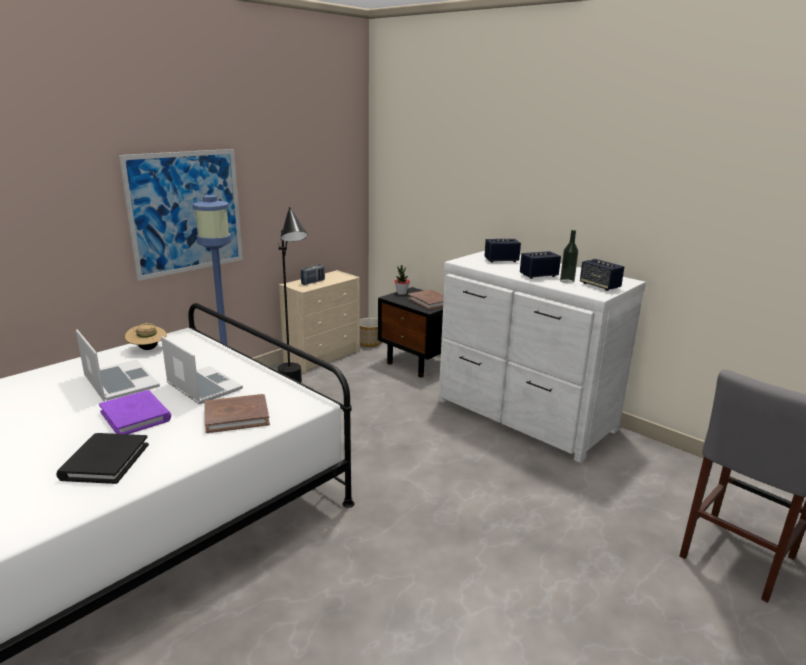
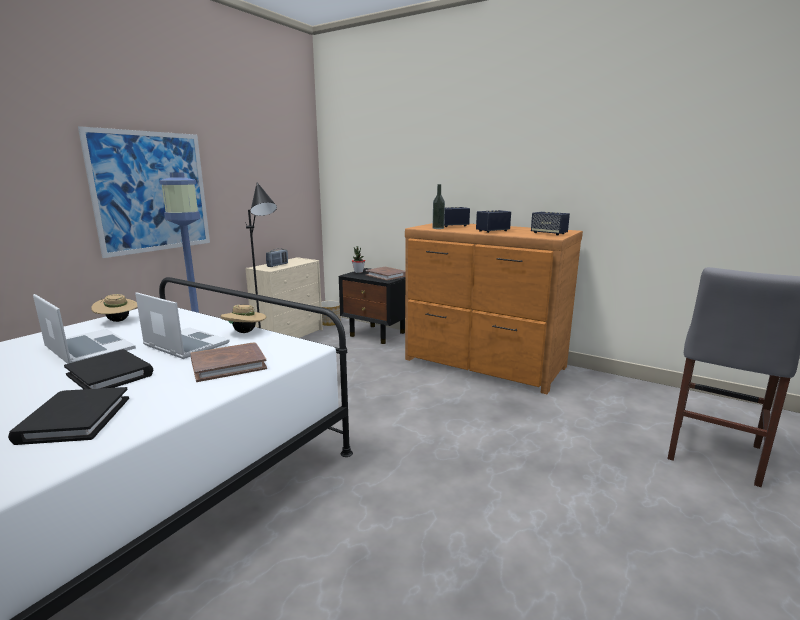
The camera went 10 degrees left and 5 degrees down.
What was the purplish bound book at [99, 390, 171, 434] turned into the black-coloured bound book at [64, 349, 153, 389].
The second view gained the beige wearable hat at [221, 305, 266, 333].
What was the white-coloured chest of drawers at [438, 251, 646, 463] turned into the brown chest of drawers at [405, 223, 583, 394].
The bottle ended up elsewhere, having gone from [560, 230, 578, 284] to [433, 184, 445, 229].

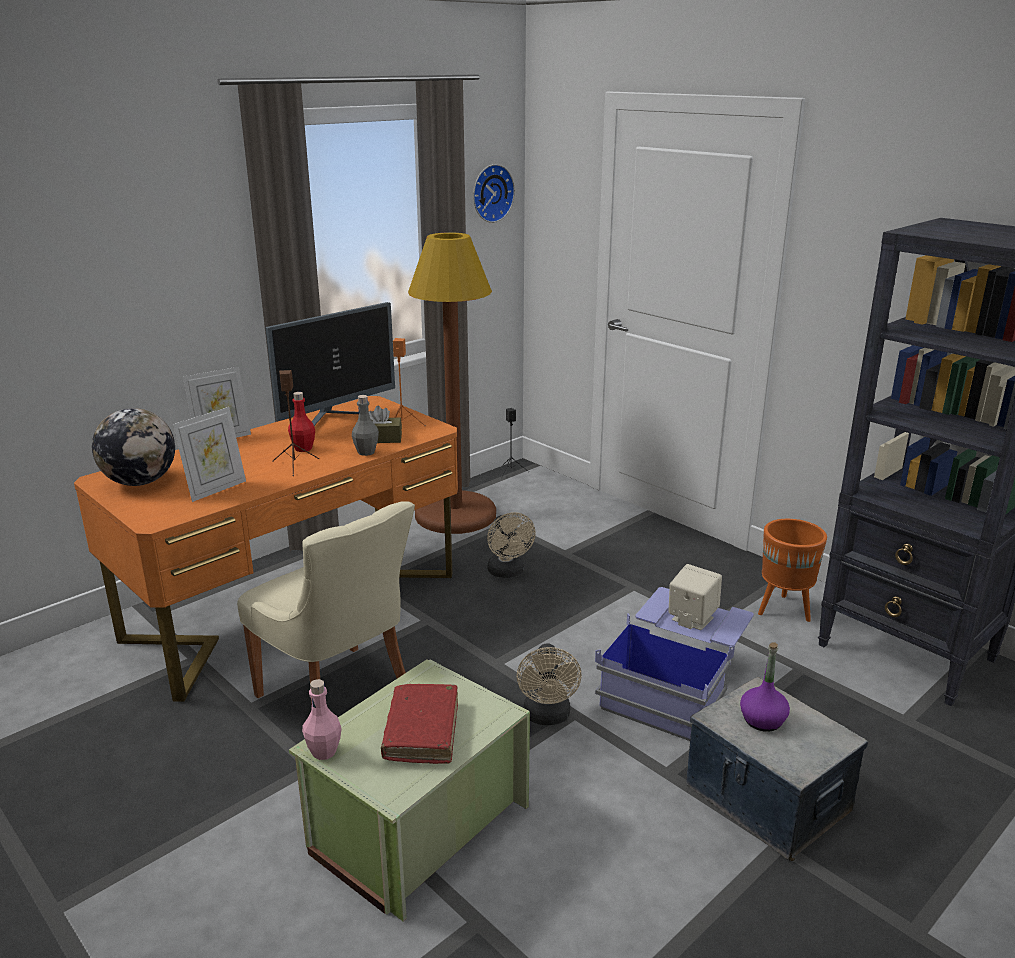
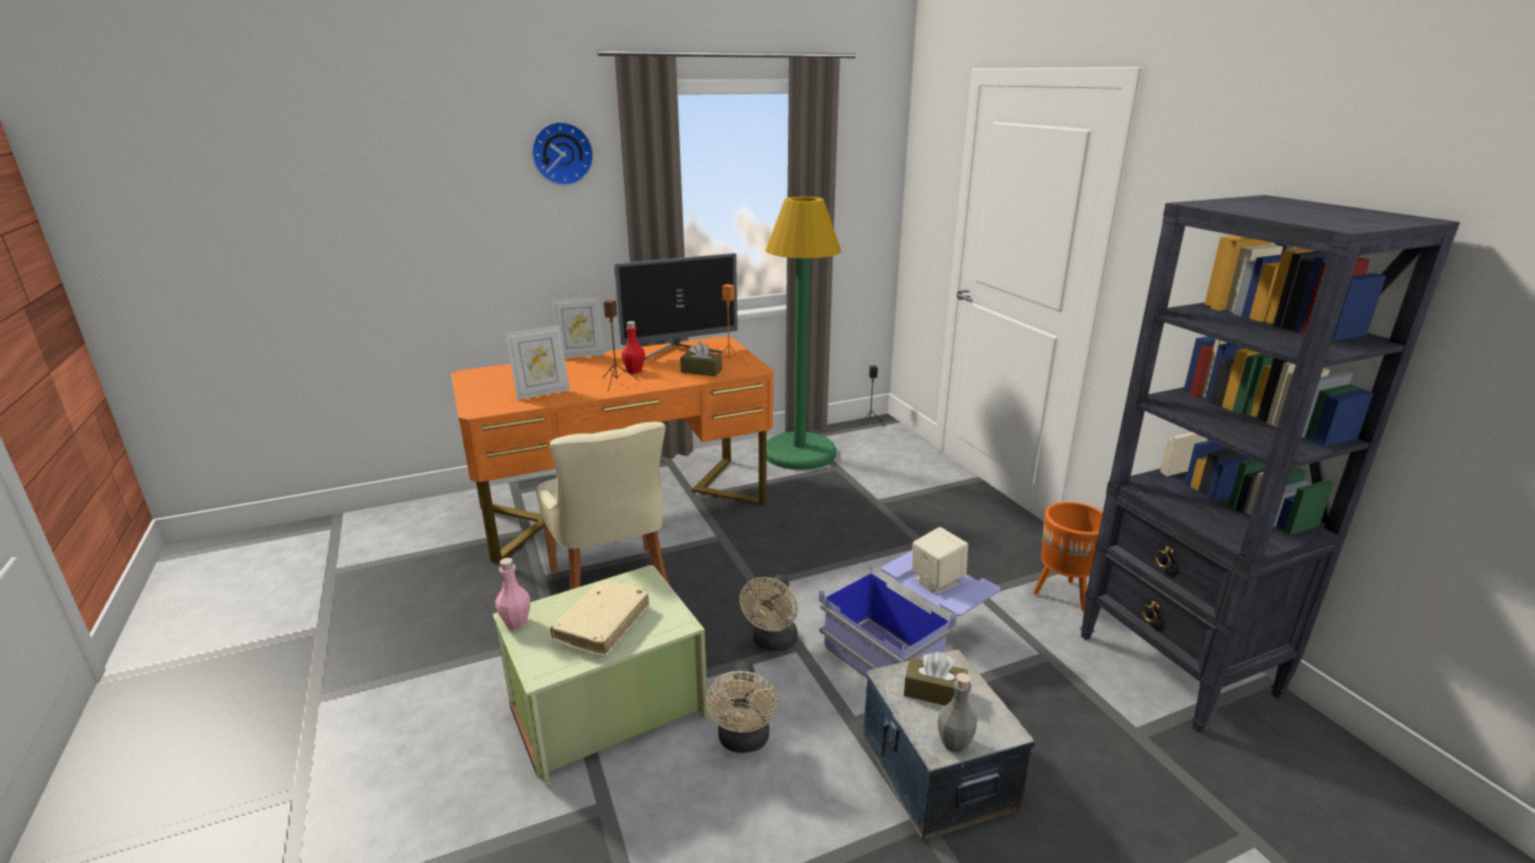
The camera went 20 degrees right and 0 degrees up.
The hanging clock ended up elsewhere, having gone from [473, 164, 515, 223] to [532, 121, 594, 186].
What was the reddish bound book at [381, 684, 458, 764] turned into the beige bound book at [550, 581, 649, 657].
The beige fan ended up elsewhere, having gone from [487, 512, 536, 578] to [705, 661, 778, 753].
What was the brown standing lamp at [408, 232, 496, 534] turned into the green standing lamp at [765, 197, 841, 470].
Where the purplish bottle stood at [740, 642, 790, 732], the brown box of tissues came to stand at [904, 652, 968, 705].
The greyish bottle ended up elsewhere, having gone from [352, 395, 379, 456] to [938, 673, 977, 752].
The second view lost the globe at [92, 408, 175, 486].

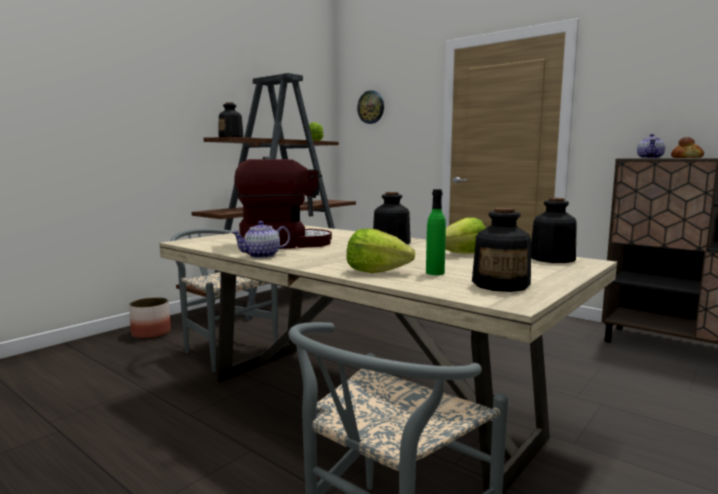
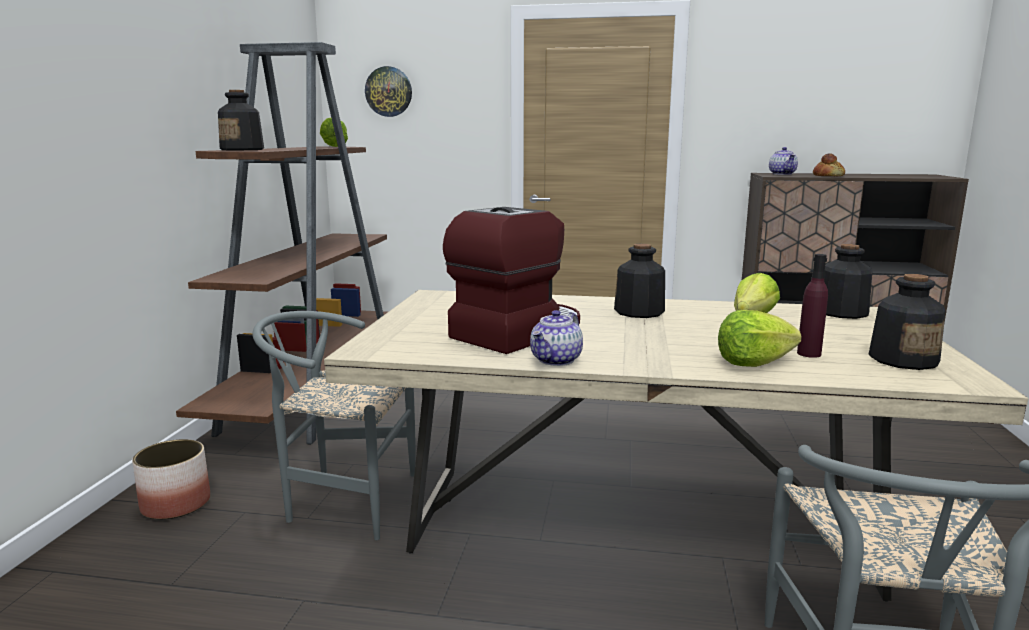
The camera went 30 degrees left and 5 degrees up.
What was the green bottle at [426, 189, 446, 275] turned into the purplish bottle at [797, 254, 828, 358].

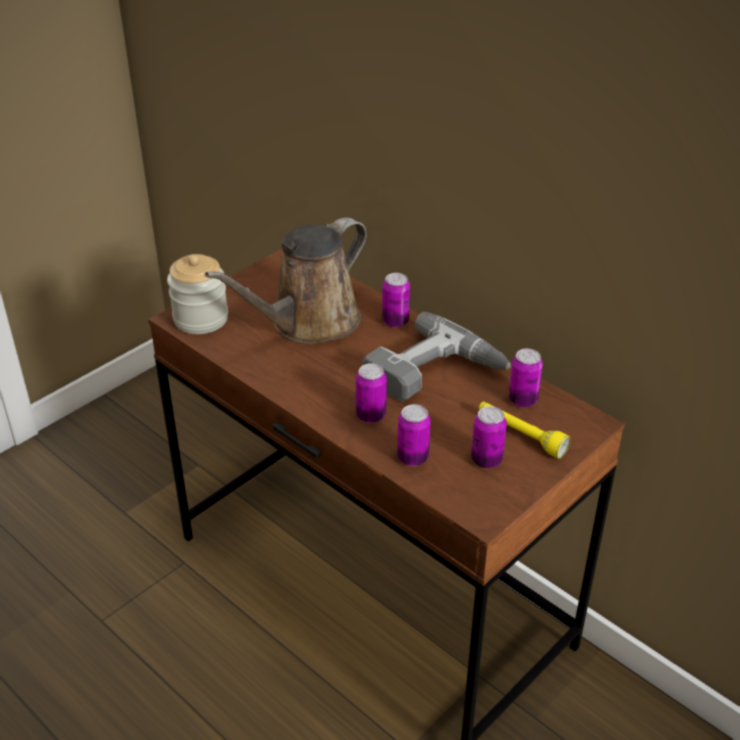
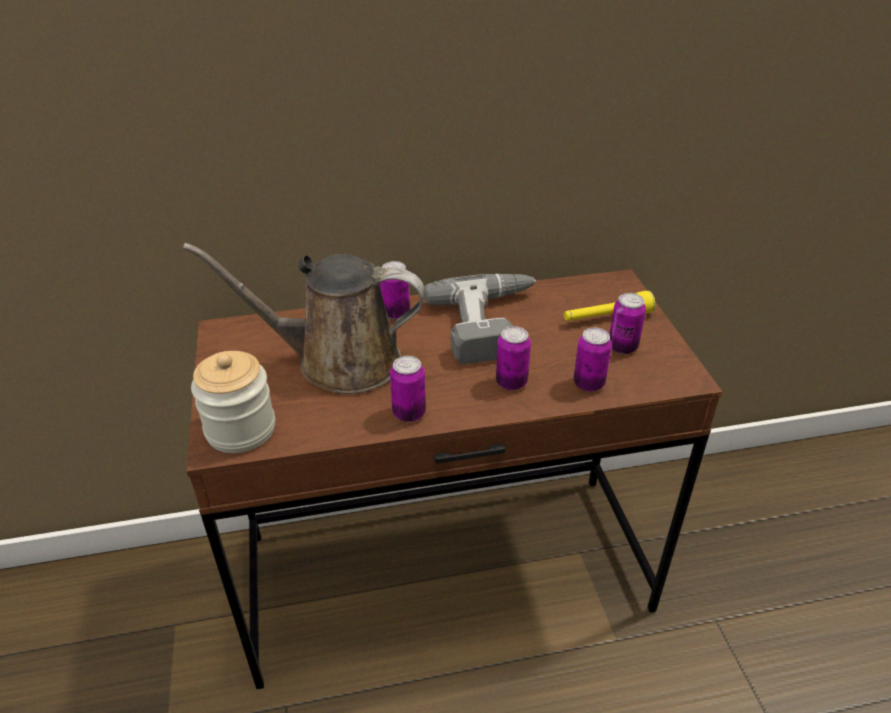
The camera went 55 degrees left and 0 degrees up.
The brown watering can at [205, 218, 367, 344] ended up facing another way, 105 degrees clockwise from before.
The metal can ended up elsewhere, having gone from [509, 349, 543, 408] to [390, 356, 426, 422].

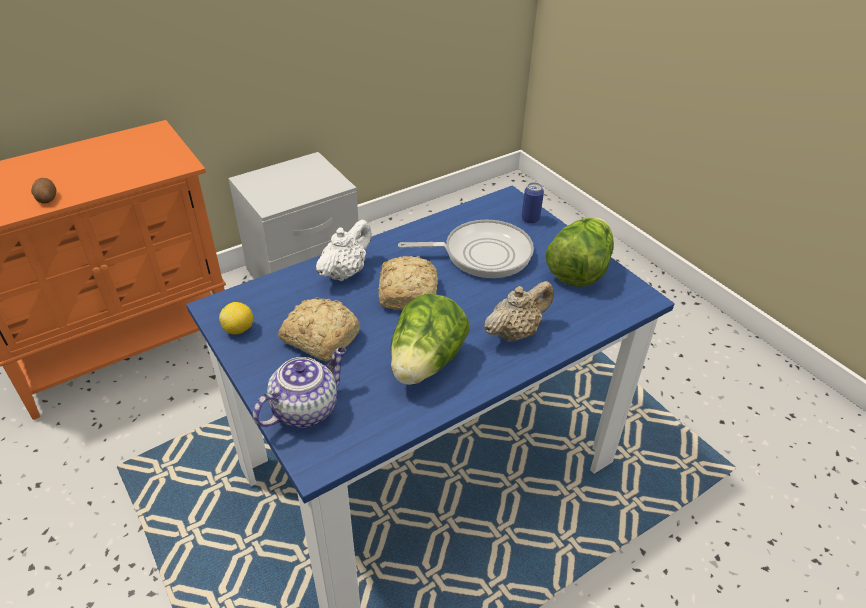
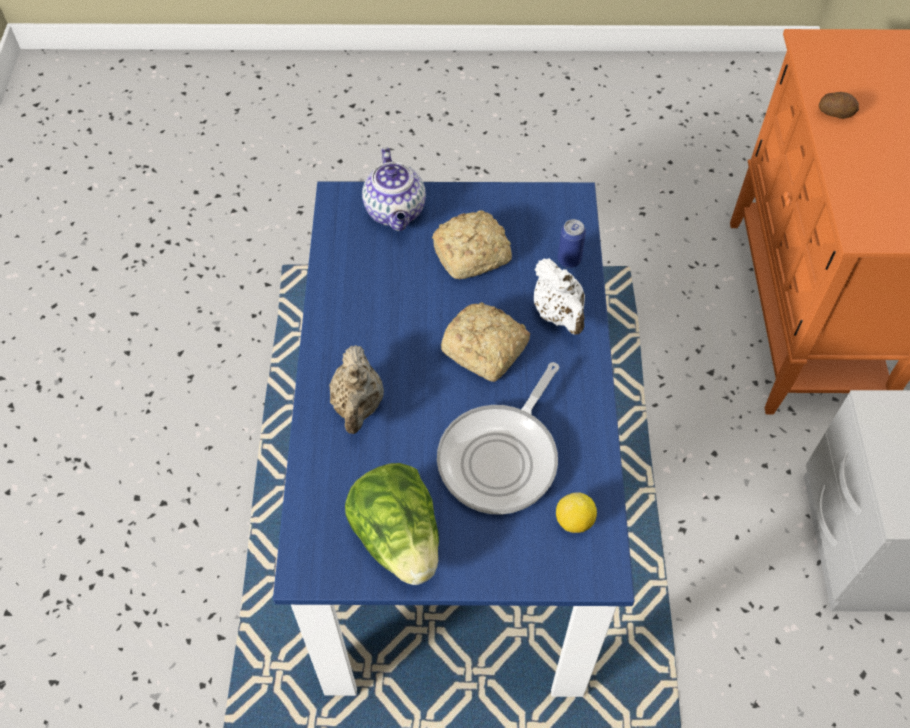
The camera went 125 degrees right and 15 degrees up.
The lemon ended up elsewhere, having gone from [219, 302, 253, 334] to [556, 492, 597, 533].
The metal can ended up elsewhere, having gone from [522, 182, 544, 224] to [558, 219, 586, 268].
The second view lost the lettuce at [391, 294, 470, 385].

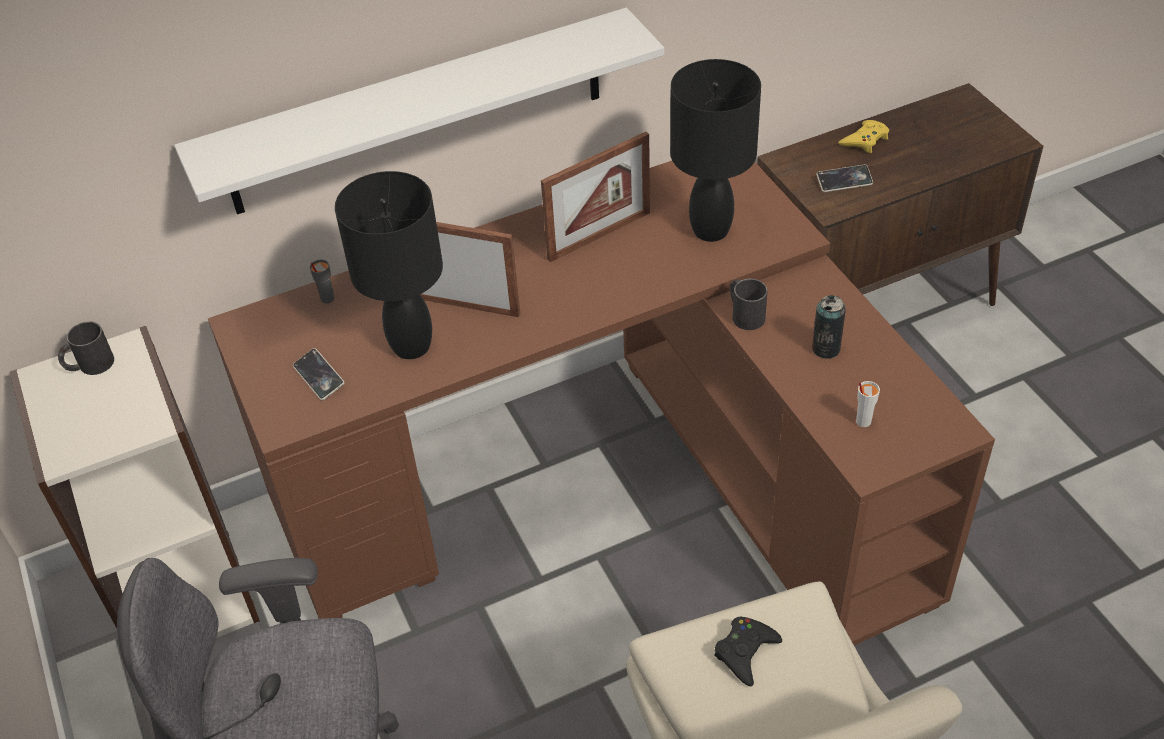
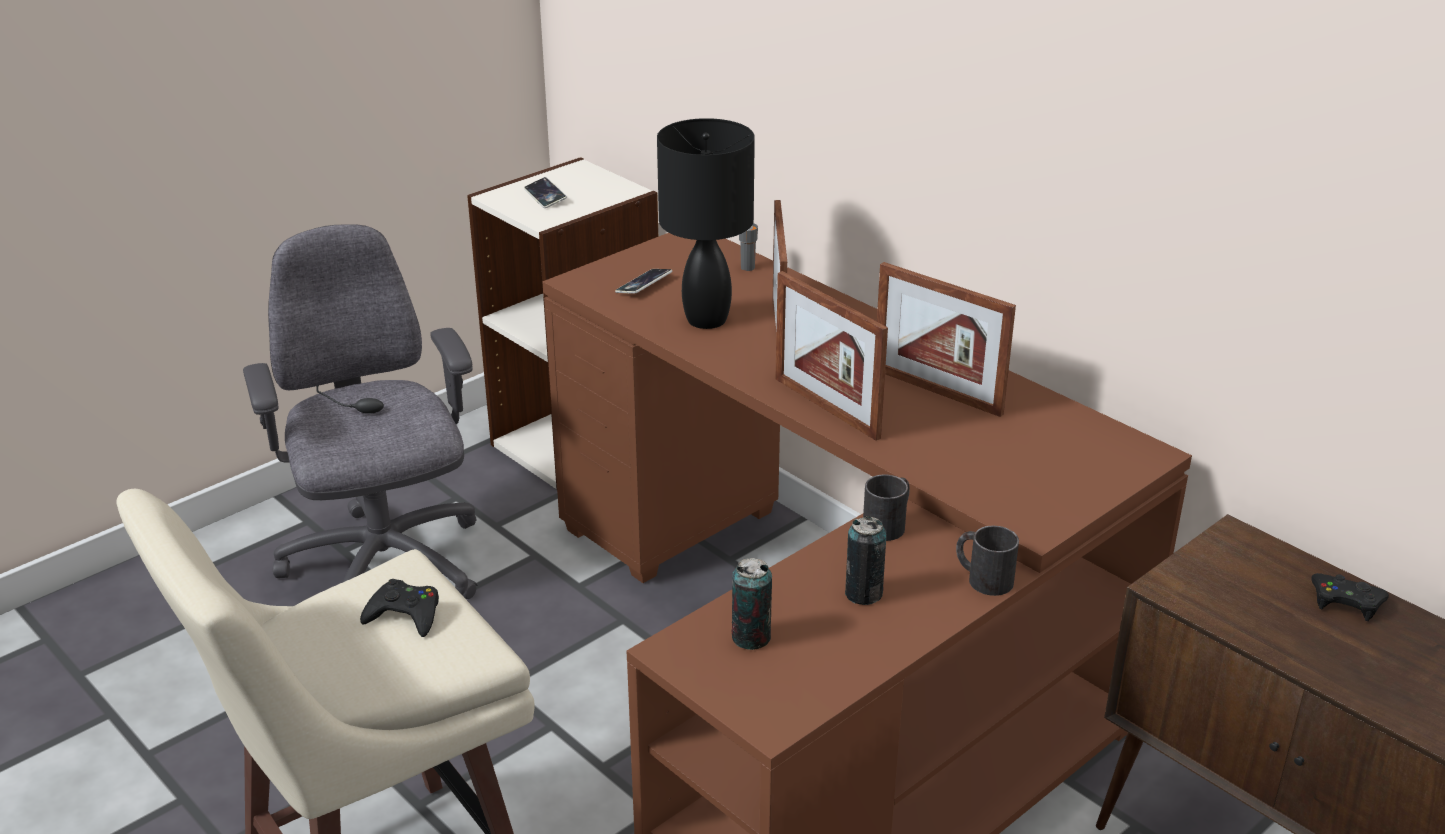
The camera went 70 degrees right and 15 degrees down.
The handset ended up elsewhere, having gone from [817, 165, 873, 192] to [524, 177, 567, 208].
Where the white-coloured cup stood at [856, 381, 880, 427], the metal can came to stand at [732, 558, 772, 650].
The second view gained the standing frame at [775, 271, 888, 441].
The black-coloured coffee mug ended up elsewhere, having gone from [58, 321, 114, 375] to [956, 526, 1019, 596].
What was the yellowish joypad at [838, 120, 889, 153] turned into the black-coloured joypad at [1312, 573, 1389, 621].
The second view lost the white-coloured shelf at [174, 8, 664, 214].
The second view lost the black-coloured table lamp at [670, 59, 761, 242].

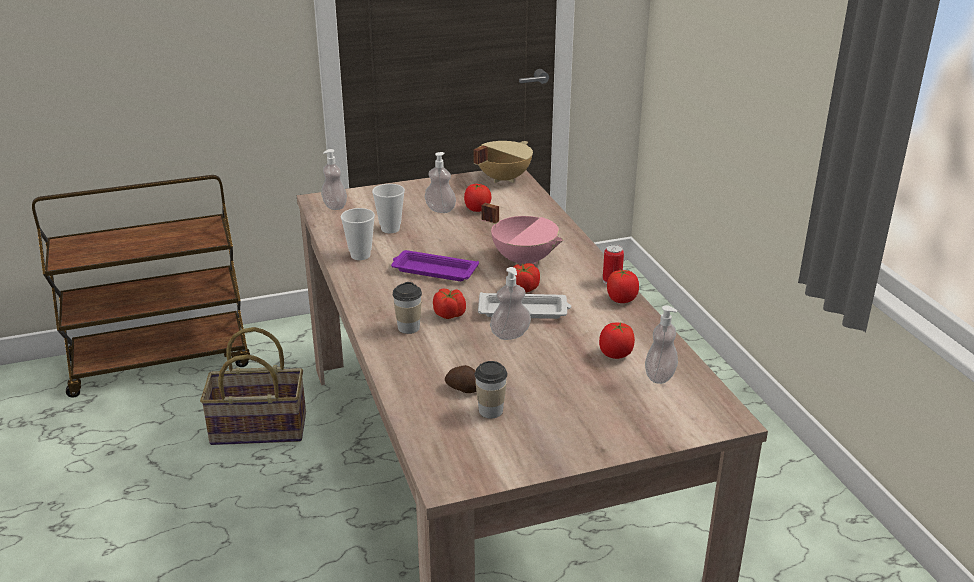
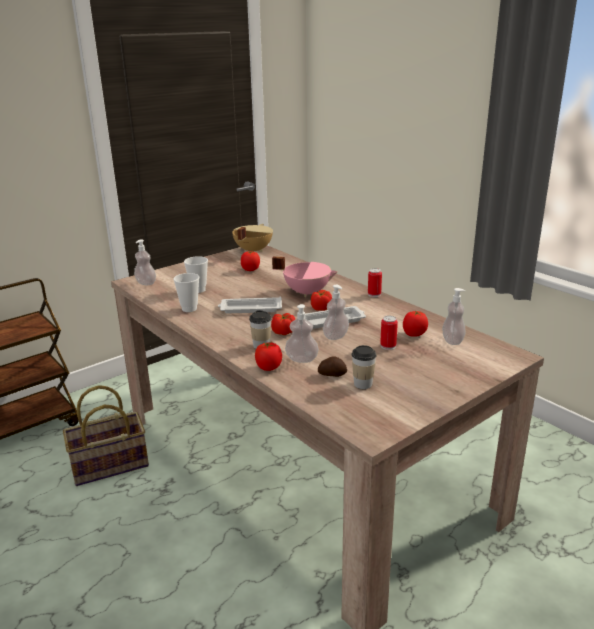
The camera went 20 degrees left and 5 degrees down.
What was the purplish serving tray at [391, 250, 479, 281] turned into the white-coloured serving tray at [218, 297, 282, 314].
The whole tomato ended up elsewhere, having gone from [607, 269, 639, 303] to [255, 342, 282, 371].
The soap dispenser ended up elsewhere, having gone from [425, 152, 456, 213] to [285, 304, 319, 363].
The second view gained the metal can at [380, 316, 398, 350].

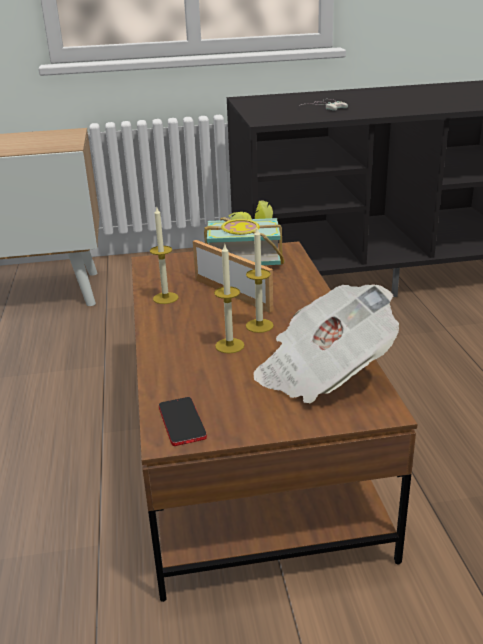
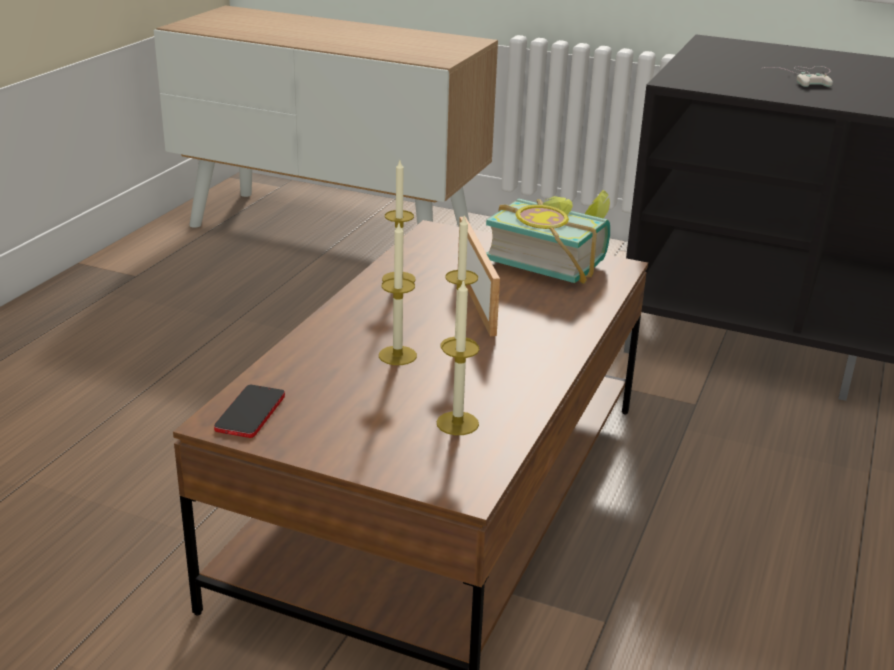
The camera went 30 degrees right and 0 degrees up.
Where the printed paper stood at [253, 285, 399, 404], the wax light came to stand at [437, 279, 480, 435].

